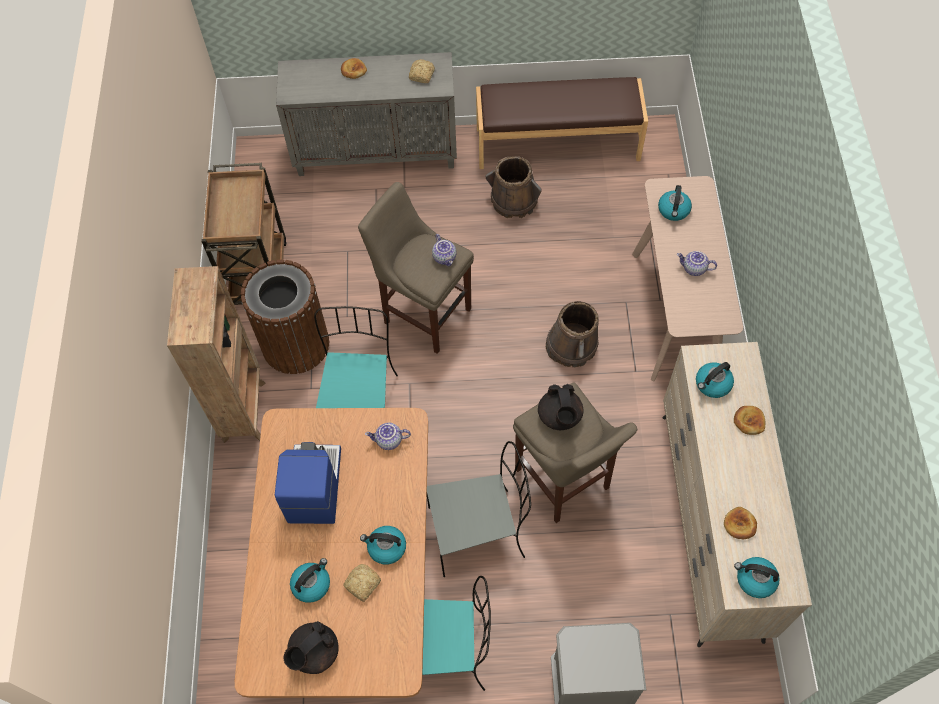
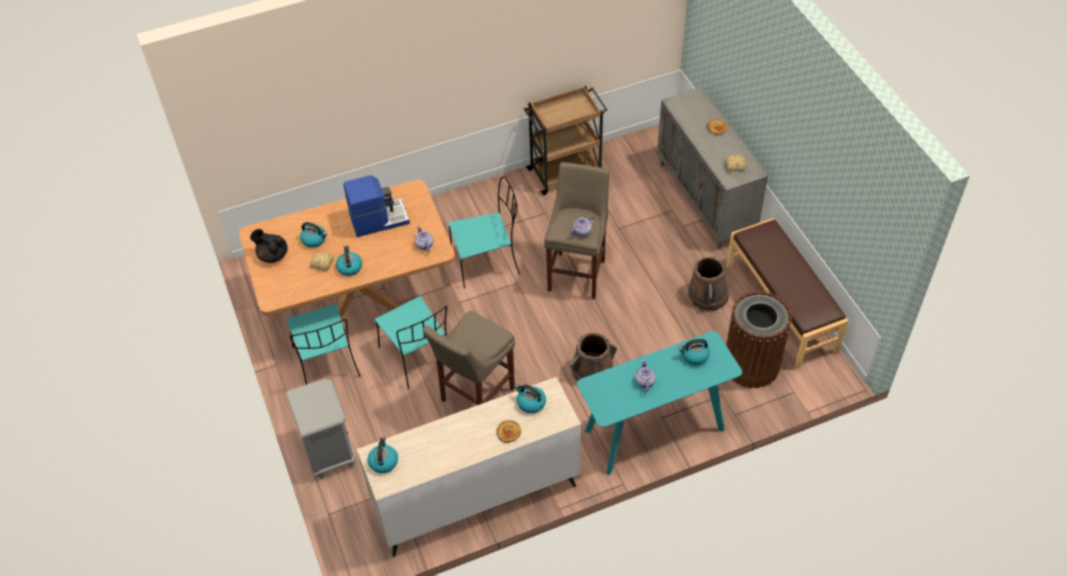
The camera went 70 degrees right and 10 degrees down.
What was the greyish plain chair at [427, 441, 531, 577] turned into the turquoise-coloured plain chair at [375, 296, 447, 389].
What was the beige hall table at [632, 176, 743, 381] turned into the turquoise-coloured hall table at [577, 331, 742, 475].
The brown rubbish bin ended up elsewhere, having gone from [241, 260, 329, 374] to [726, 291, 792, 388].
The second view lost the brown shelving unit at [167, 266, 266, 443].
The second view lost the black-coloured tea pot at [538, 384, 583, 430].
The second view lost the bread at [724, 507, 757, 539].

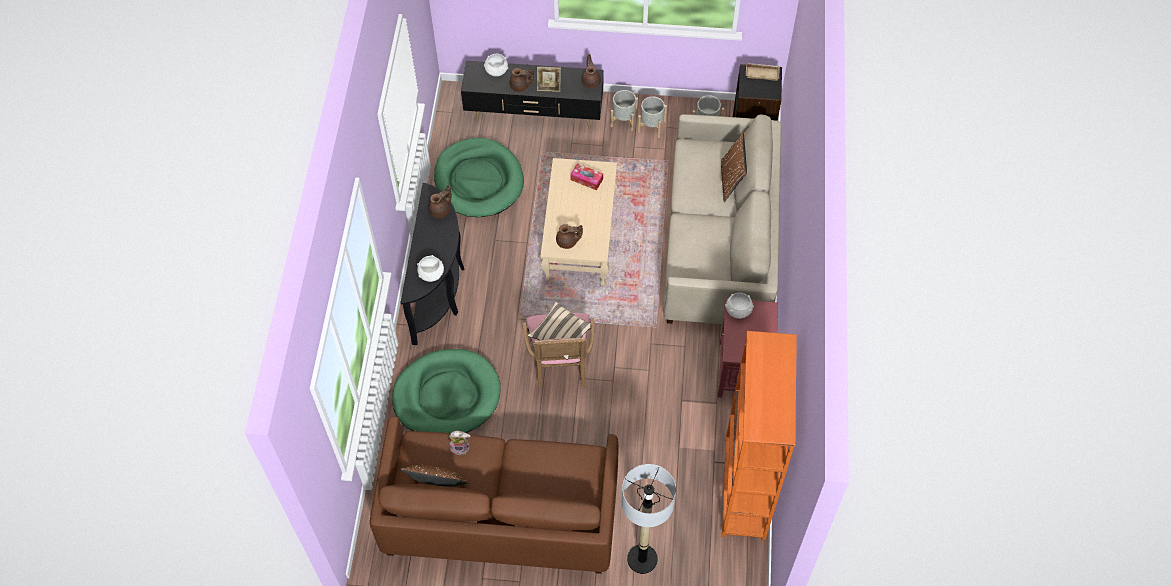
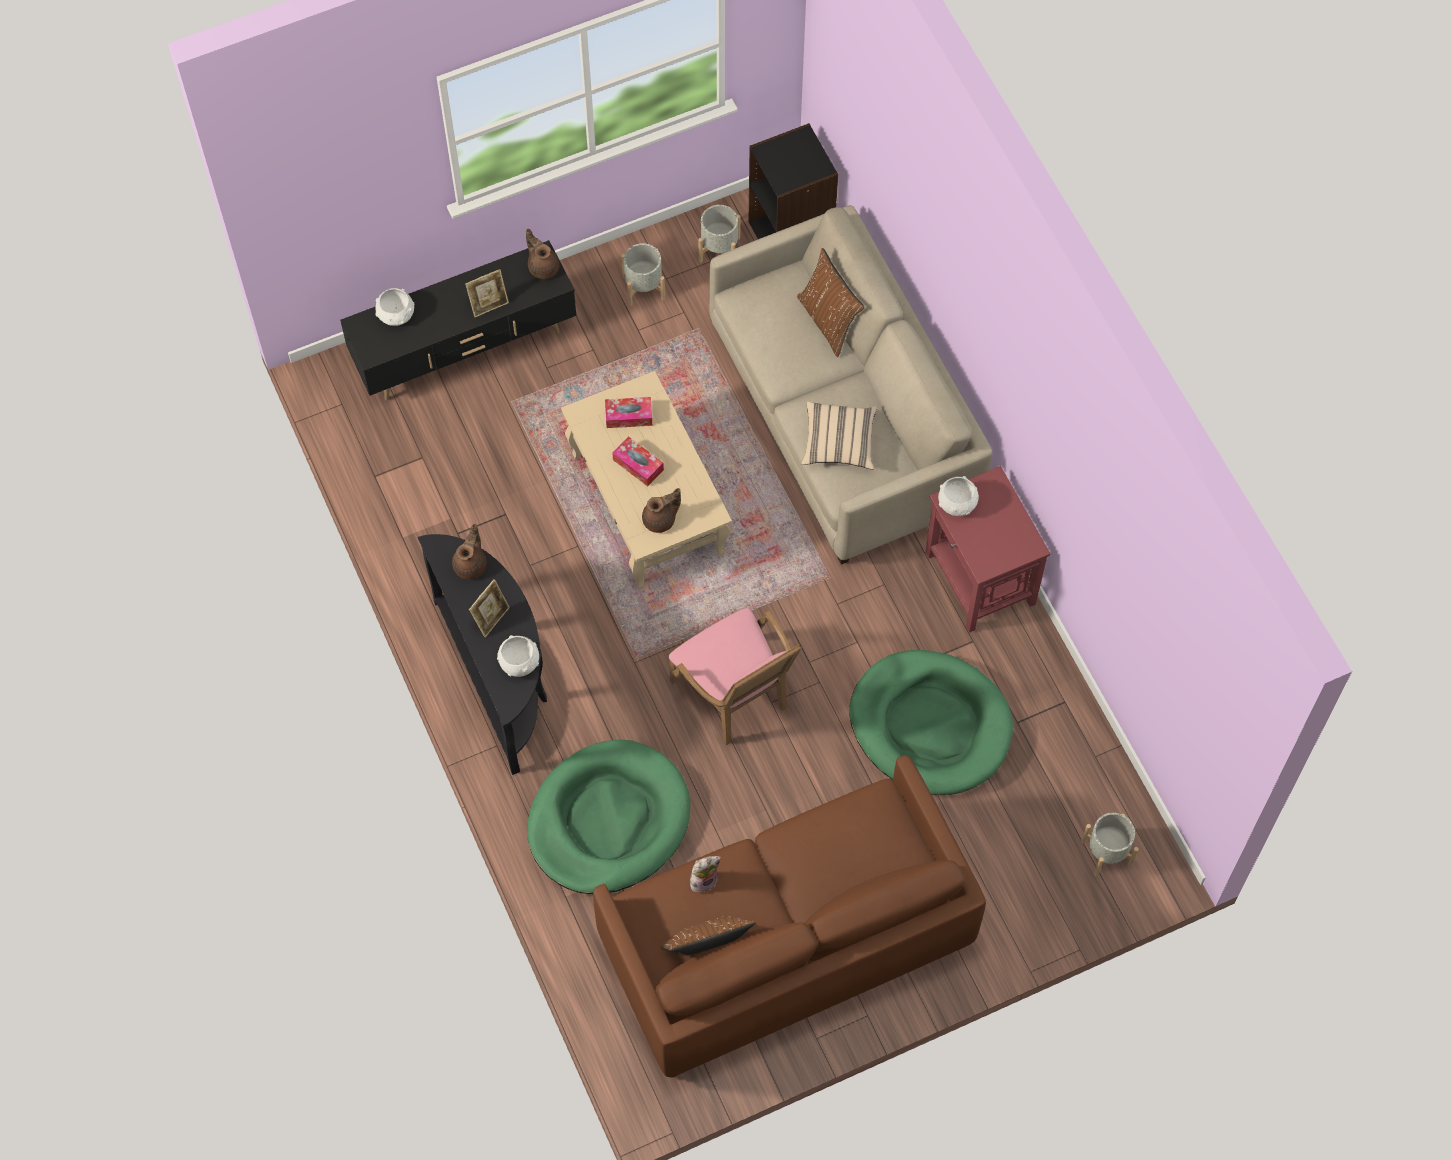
The camera went 30 degrees left and 5 degrees up.
The second view gained the standing frame at [469, 579, 510, 638].
The second view gained the box of tissues at [612, 436, 664, 486].
The beige throw pillow ended up elsewhere, having gone from [528, 301, 591, 360] to [801, 402, 877, 470].
The green dog cushion ended up elsewhere, having gone from [434, 138, 524, 217] to [850, 650, 1013, 795].
The greyish plant pot ended up elsewhere, having gone from [610, 90, 638, 131] to [1081, 813, 1139, 877].
The second view lost the brown tea pot at [509, 68, 534, 92].
The second view lost the standing lamp at [622, 464, 676, 574].
The second view lost the orangey shelving unit at [721, 331, 797, 540].
The second view lost the beige serving tray at [746, 63, 780, 81].

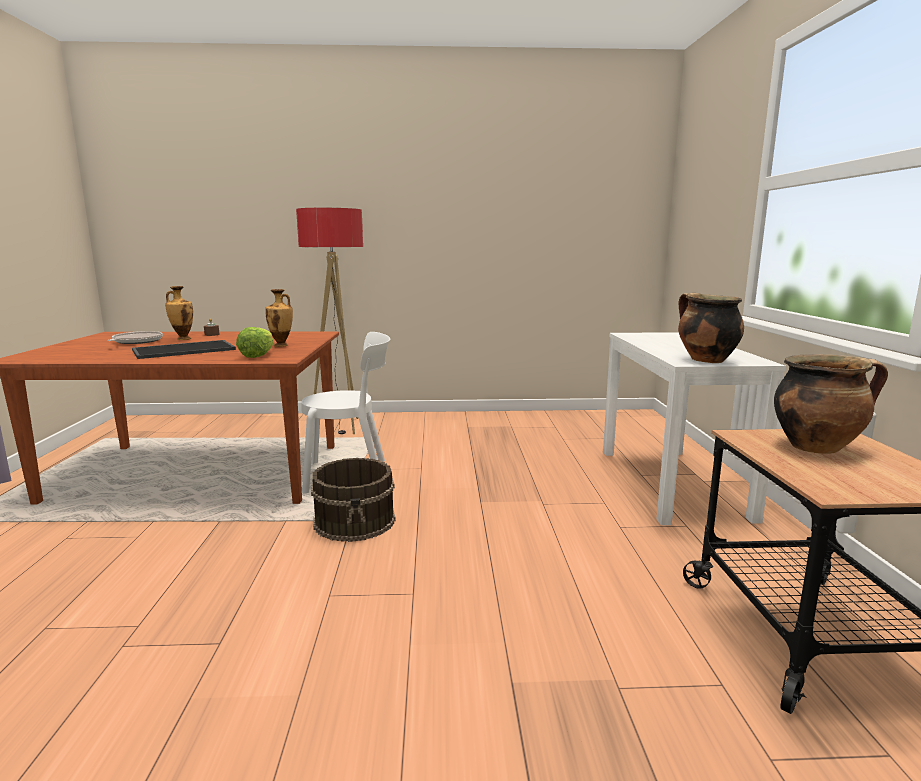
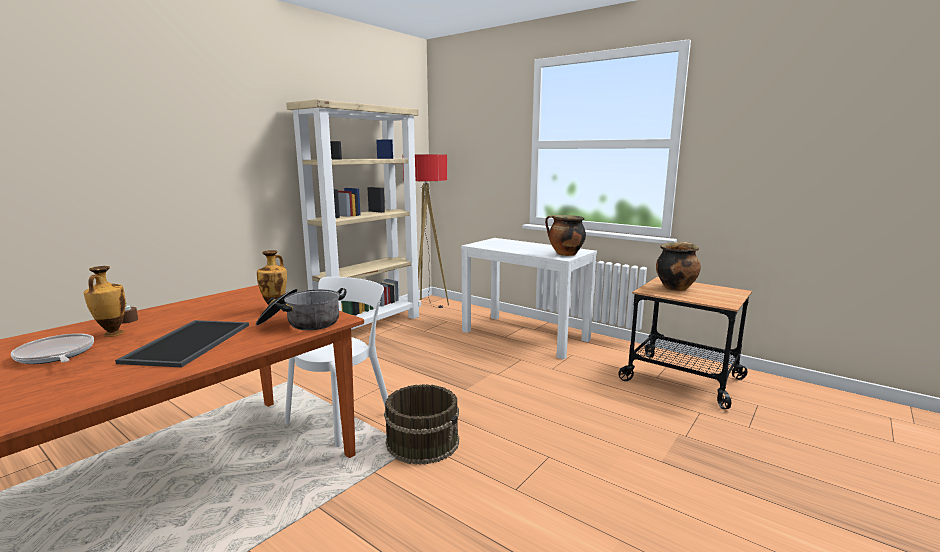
The camera went 50 degrees left and 0 degrees up.
Where the lettuce stood at [236, 327, 273, 358], the stockpot came to stand at [256, 288, 346, 330].
The second view gained the beige shelving unit at [286, 99, 421, 330].
The standing lamp ended up elsewhere, having gone from [296, 208, 363, 434] to [403, 154, 449, 308].

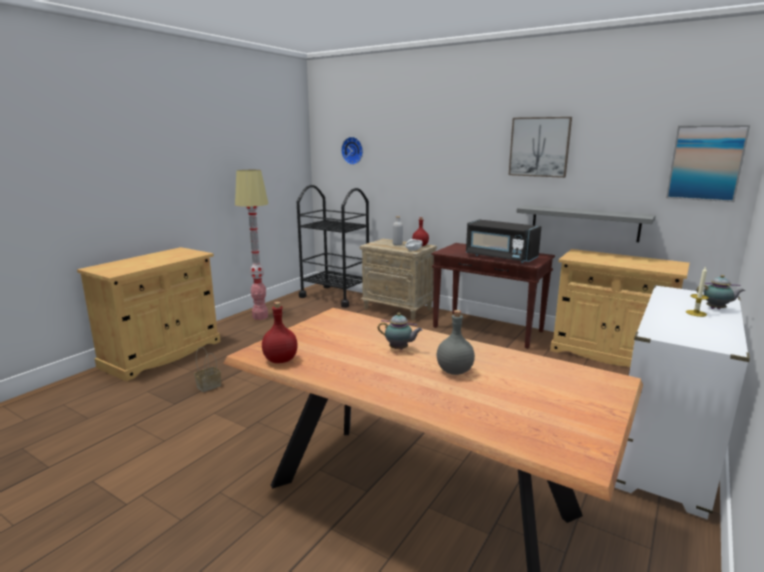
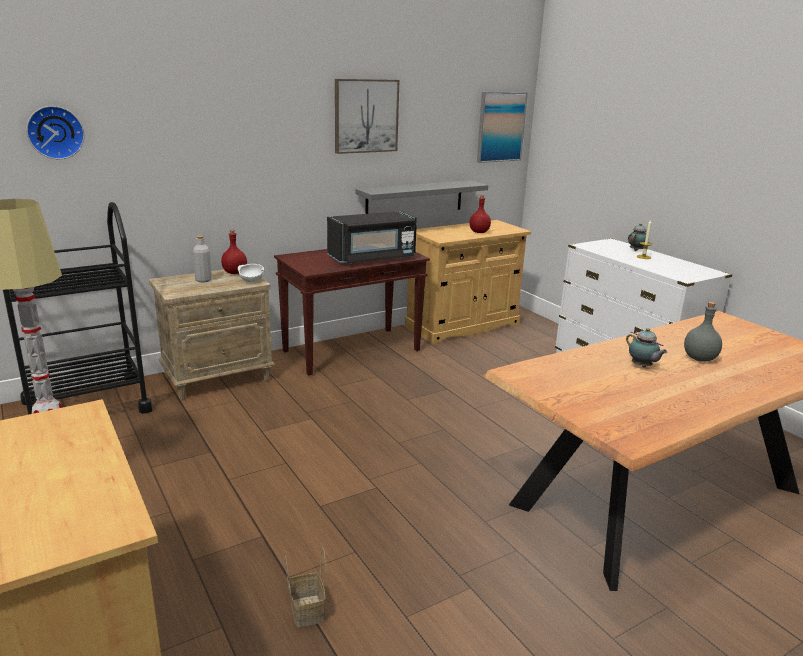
The camera went 65 degrees left and 5 degrees up.
The reddish bottle ended up elsewhere, having gone from [262, 302, 298, 363] to [469, 195, 491, 233].
The tea pot at [378, 313, 422, 350] ended up facing another way, 105 degrees clockwise from before.

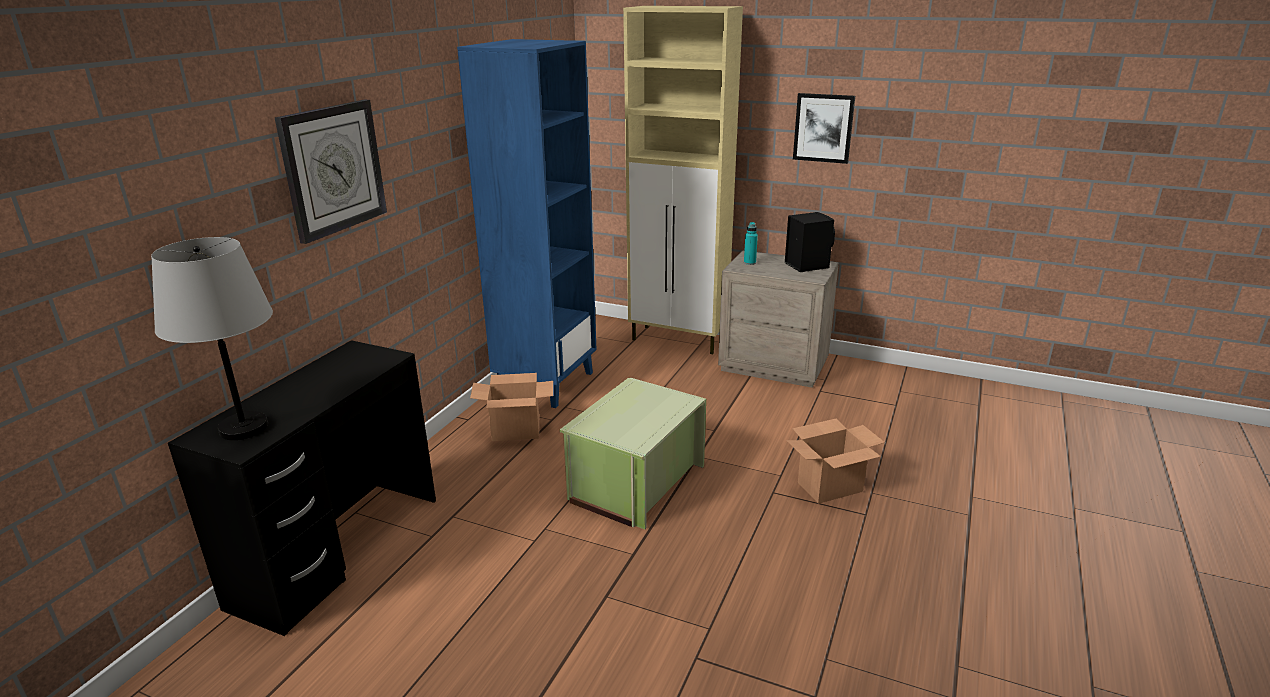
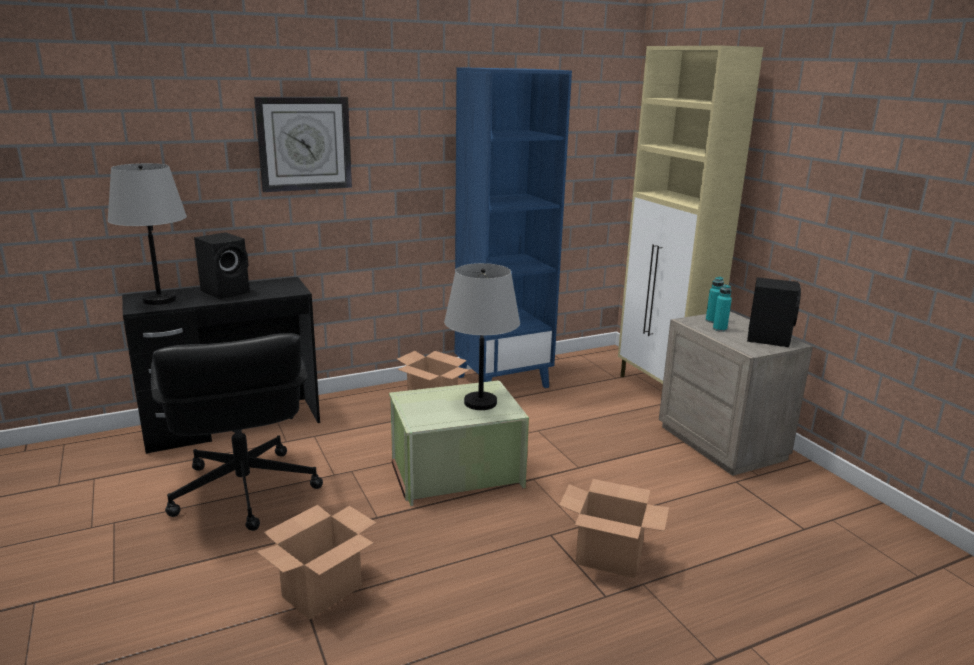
The camera went 40 degrees right and 5 degrees down.
The second view gained the black-coloured computer chair at [151, 333, 323, 531].
The second view gained the black-coloured loudspeaker at [194, 232, 250, 299].
The second view gained the packing box at [257, 505, 376, 620].
The second view gained the greyish table lamp at [444, 263, 520, 410].
The second view gained the turquoise-coloured bottle at [713, 284, 732, 332].
The second view lost the picture at [793, 93, 855, 164].

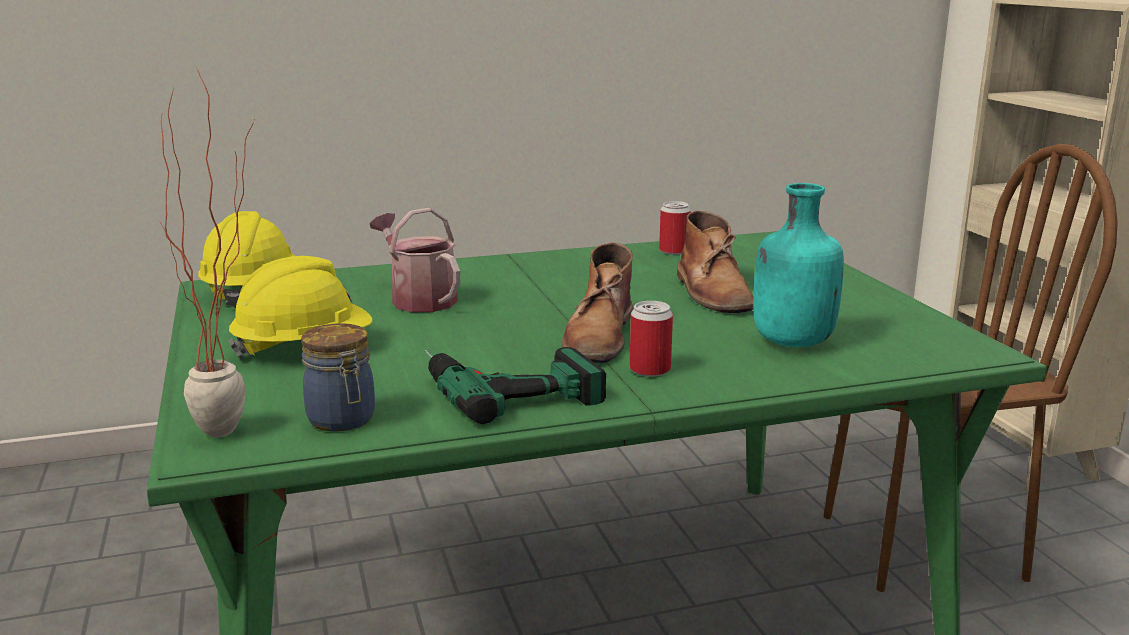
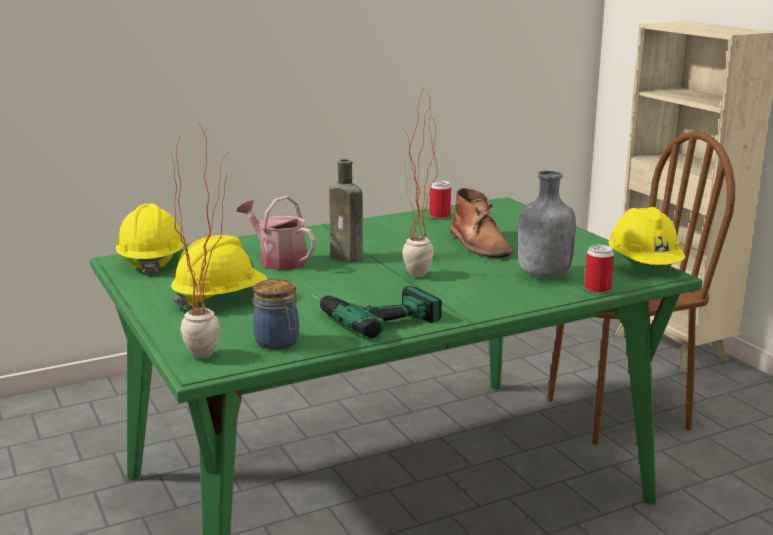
The camera went 10 degrees left and 0 degrees up.
The second view gained the brown bottle at [329, 159, 363, 263].
Where the brown boot stood at [562, 243, 633, 363], the potted plant came to stand at [402, 86, 437, 277].
What was the turquoise-coloured bottle at [753, 183, 844, 347] turned into the greyish bottle at [518, 170, 576, 278].
The metal can ended up elsewhere, having gone from [630, 301, 673, 377] to [584, 245, 614, 293].
The second view gained the yellowish work helmet at [608, 207, 685, 265].

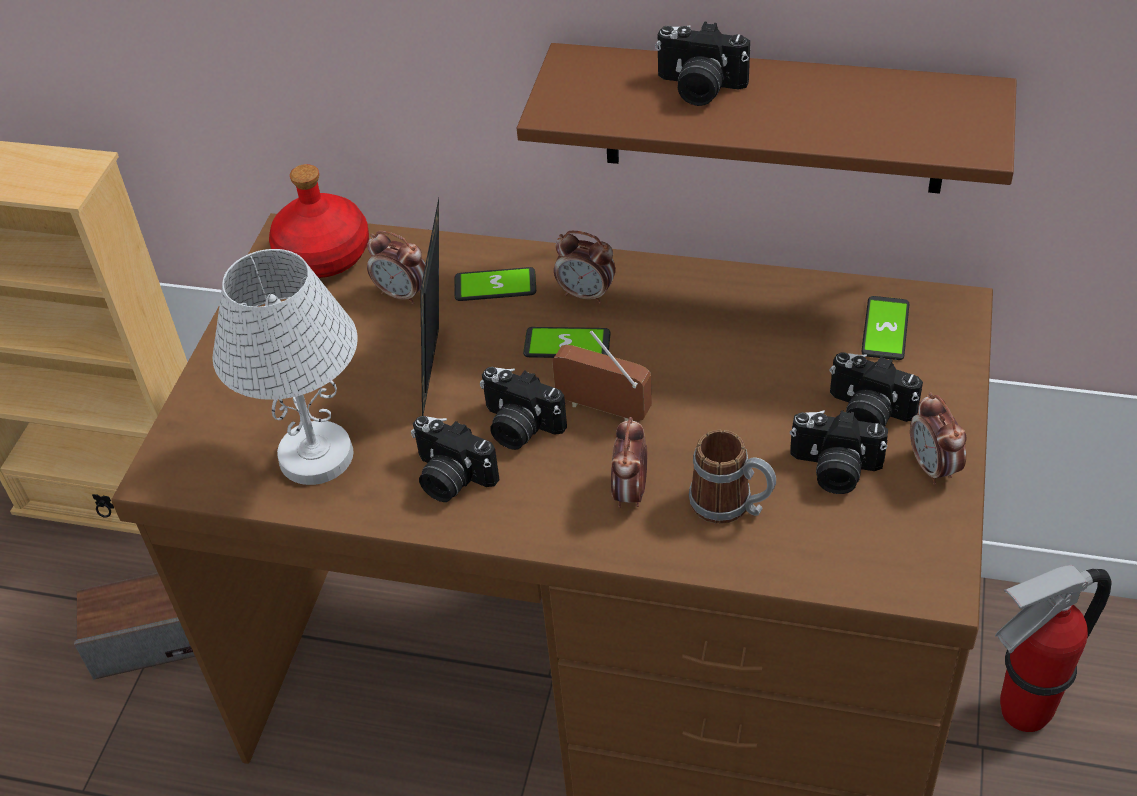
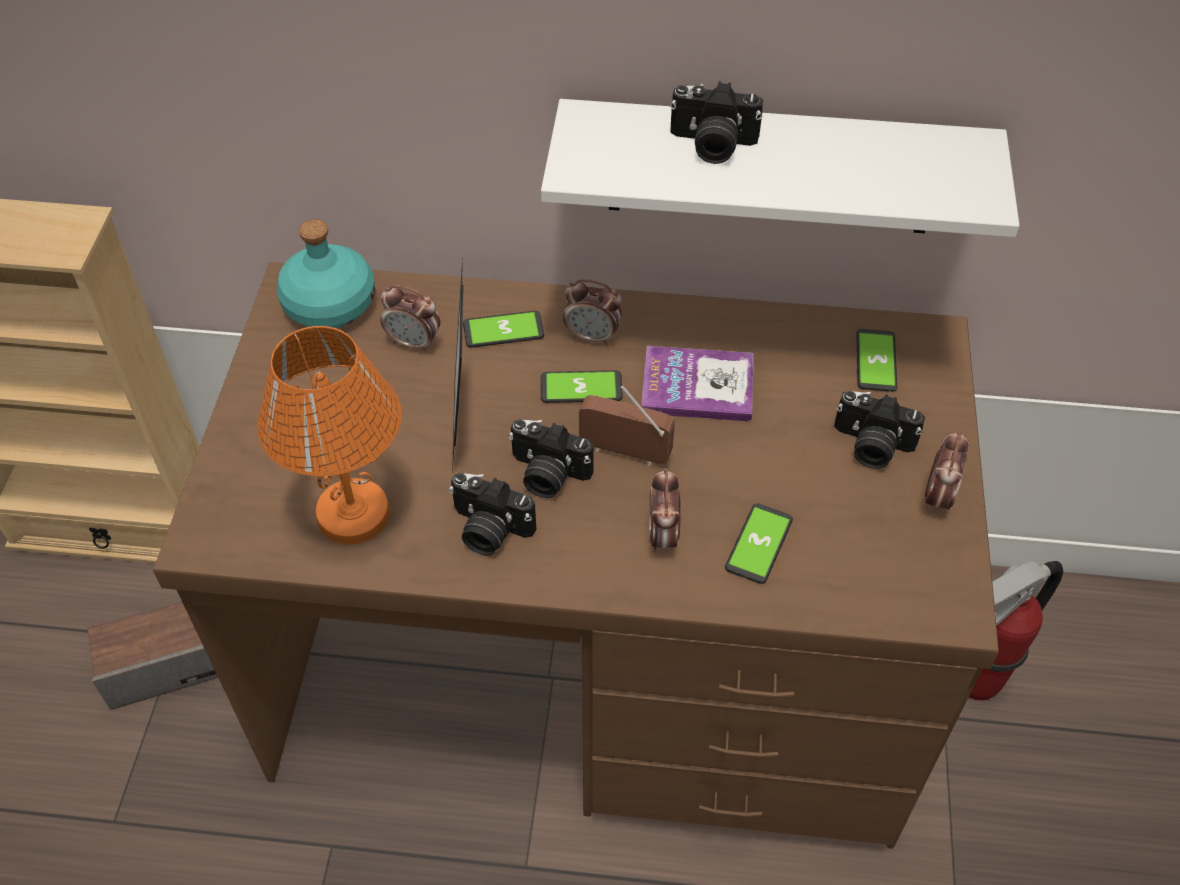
The camera went 10 degrees left and 5 degrees up.
What was the white-coloured table lamp at [213, 249, 358, 485] turned into the orangey table lamp at [257, 326, 402, 544].
What was the reddish bottle at [269, 164, 369, 278] turned into the turquoise-coloured bottle at [276, 220, 375, 328].
What was the brown shelf at [517, 43, 1017, 194] turned into the white-coloured shelf at [541, 99, 1020, 237].
The second view gained the bound book at [641, 346, 754, 422].
Where the coffee mug stood at [689, 430, 776, 524], the handset came to stand at [725, 503, 793, 584].
The table clock at [910, 393, 966, 485] ended up facing another way, 135 degrees counterclockwise from before.
The second view lost the still camera at [790, 410, 888, 494].

